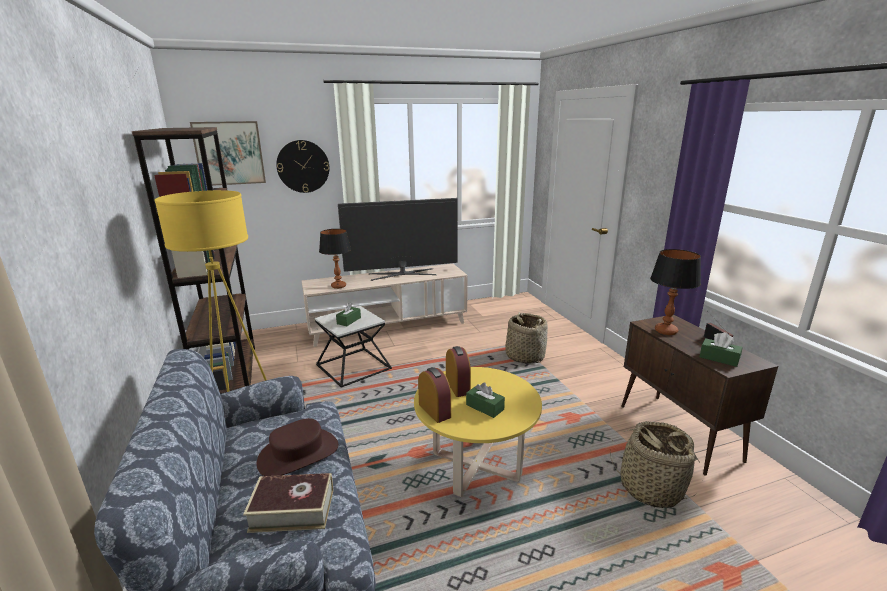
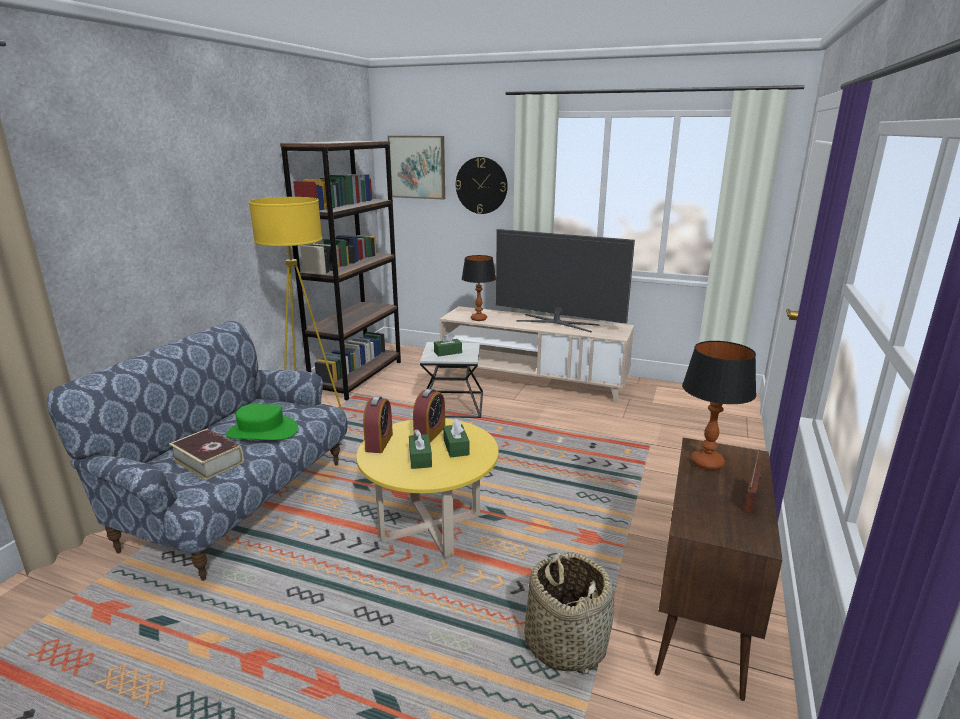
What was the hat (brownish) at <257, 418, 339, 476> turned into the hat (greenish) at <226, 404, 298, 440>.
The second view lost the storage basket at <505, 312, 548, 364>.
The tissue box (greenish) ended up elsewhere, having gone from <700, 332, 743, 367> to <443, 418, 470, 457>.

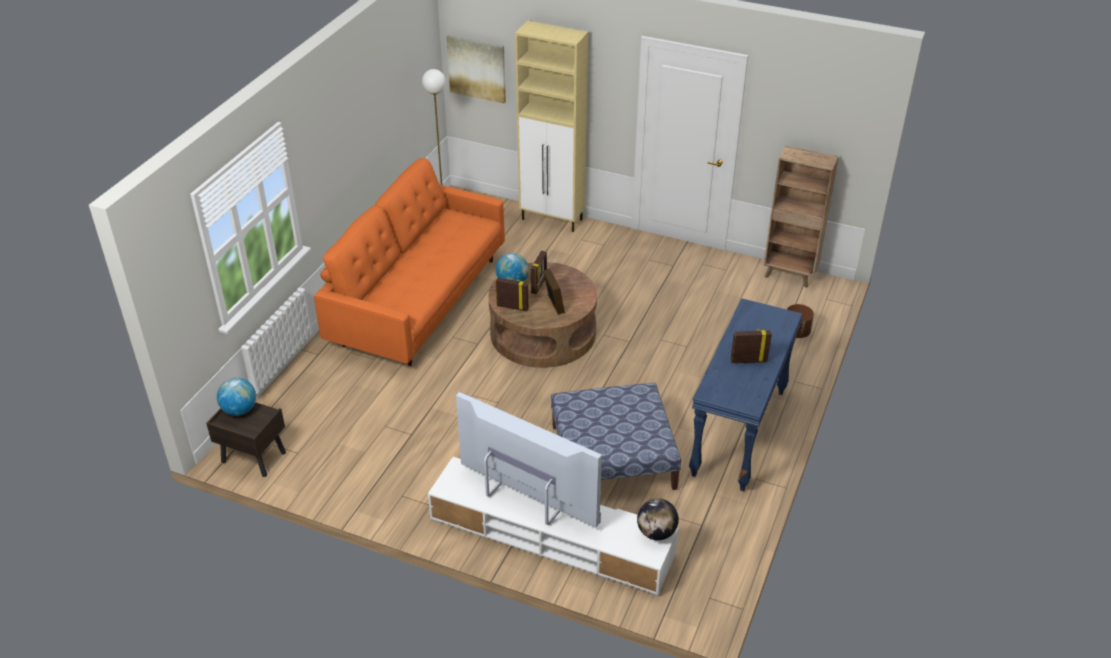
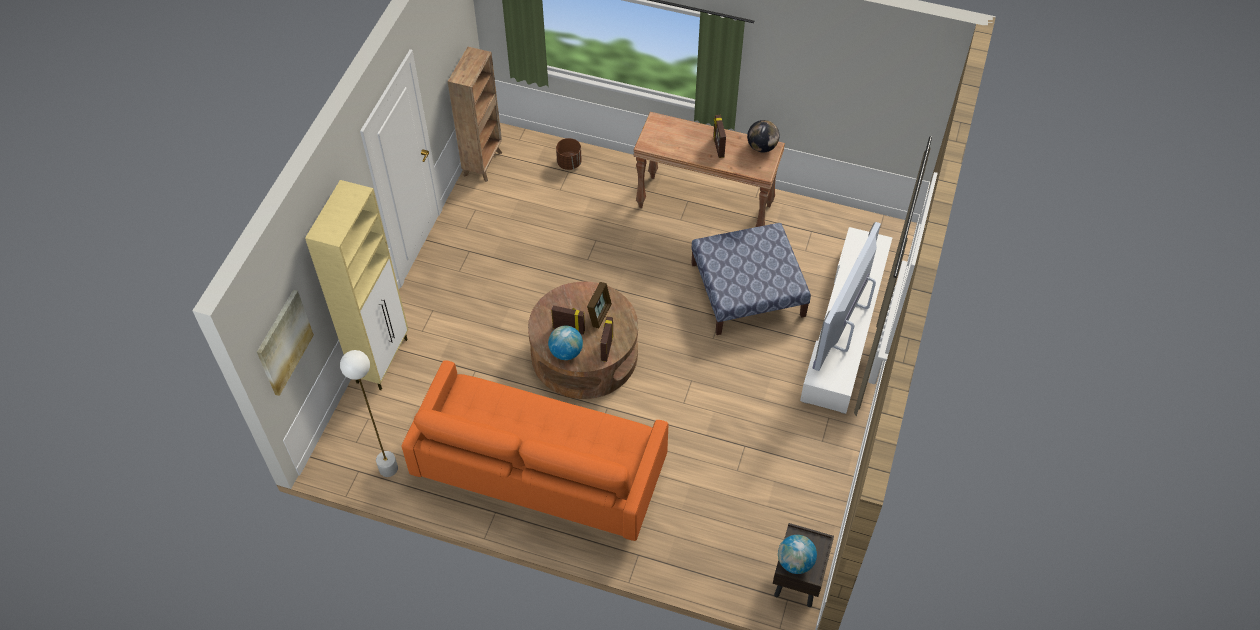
The photo frame at <543, 269, 565, 315> ended up facing another way, 135 degrees clockwise from before.
The desk globe ended up elsewhere, having gone from <637, 498, 679, 540> to <747, 120, 779, 152>.
What was the hall table (blue-coloured) at <689, 298, 803, 492> turned into the hall table (brownish) at <633, 112, 785, 227>.

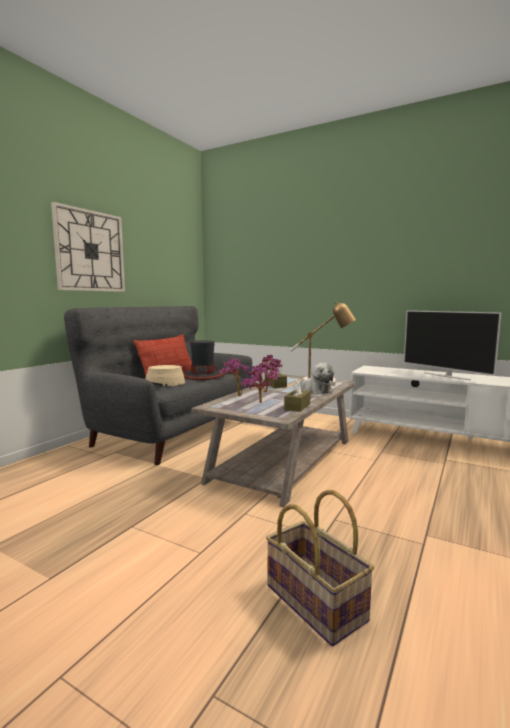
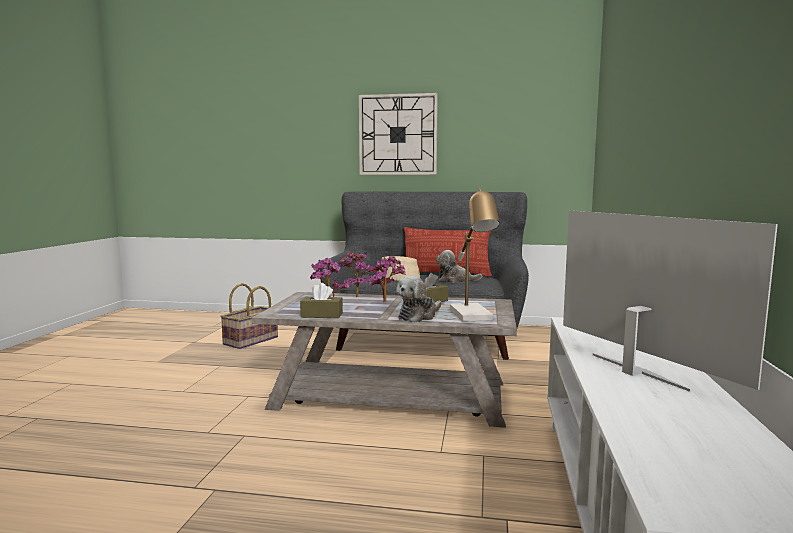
Where the hat stood at <183, 340, 226, 380>, the cuddly toy came to stand at <436, 250, 482, 282>.
The storage basket ended up elsewhere, having gone from <266, 490, 374, 646> to <220, 283, 278, 349>.
The television at <404, 310, 501, 380> ended up facing another way, 120 degrees clockwise from before.

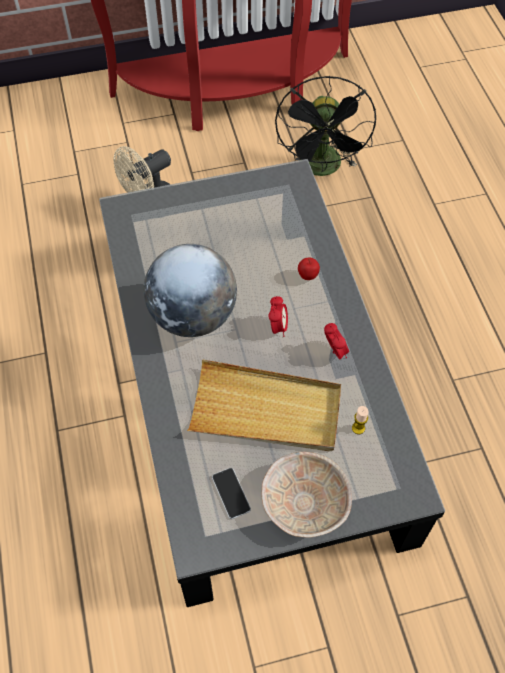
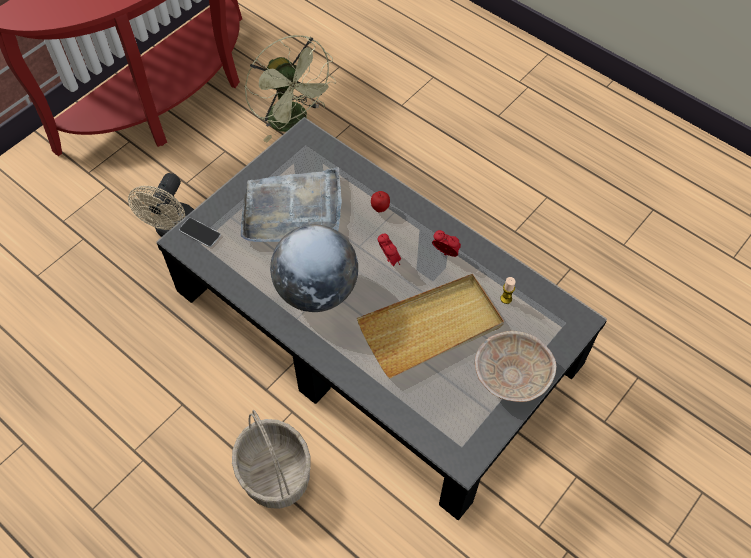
The telephone ended up elsewhere, having gone from <212, 468, 251, 519> to <179, 218, 221, 247>.
What was the electric fan (blackish) at <275, 76, 376, 176> turned into the electric fan (greenish) at <245, 35, 336, 142>.
The second view gained the storage basket at <232, 410, 311, 509>.
The second view gained the carrying tray (greyish) at <241, 167, 342, 242>.

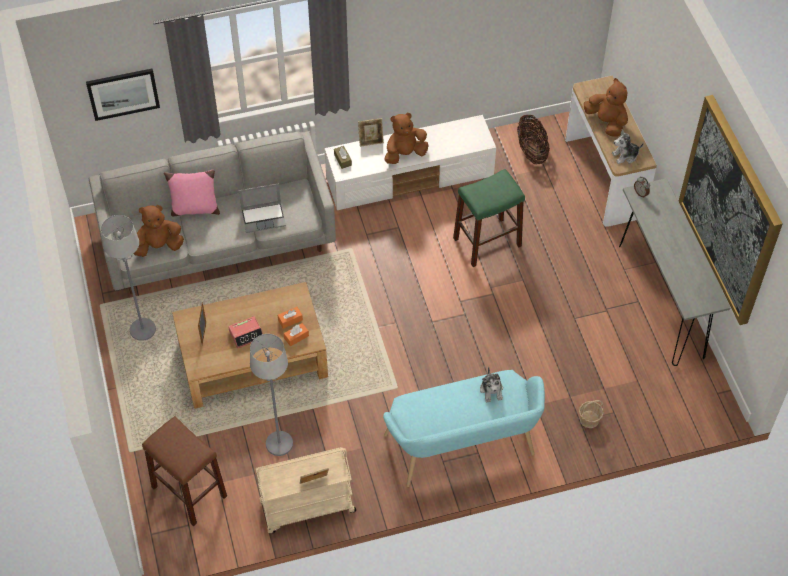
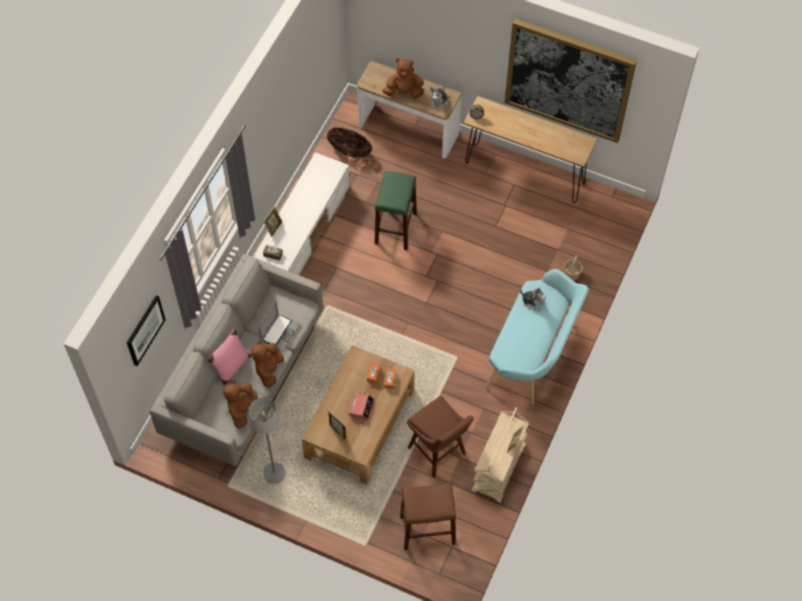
Where the standing lamp (greyish) stood at <250, 334, 293, 456>, the sitting stool (brownish) came to stand at <407, 396, 474, 478>.
The cuddly toy (brownish) ended up elsewhere, having gone from <384, 113, 428, 164> to <251, 341, 284, 388>.
What was the hall table (greyish) at <619, 178, 730, 366> turned into the hall table (brownish) at <463, 96, 597, 203>.

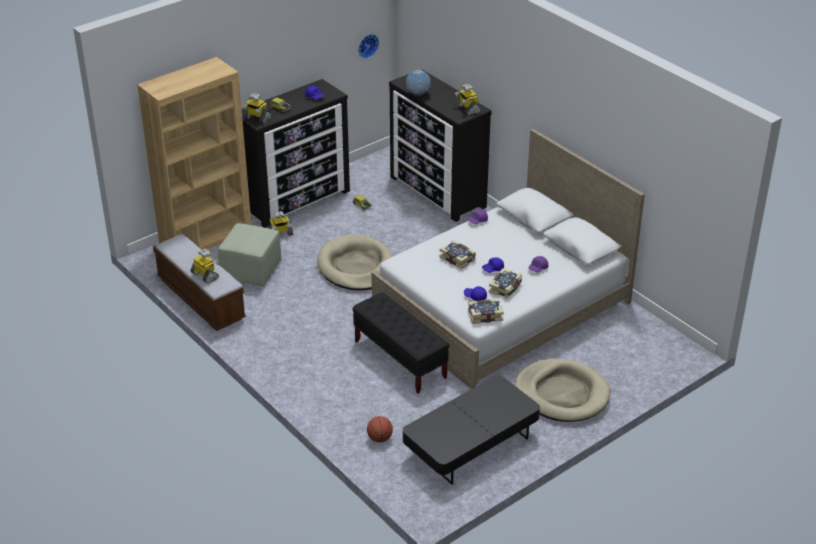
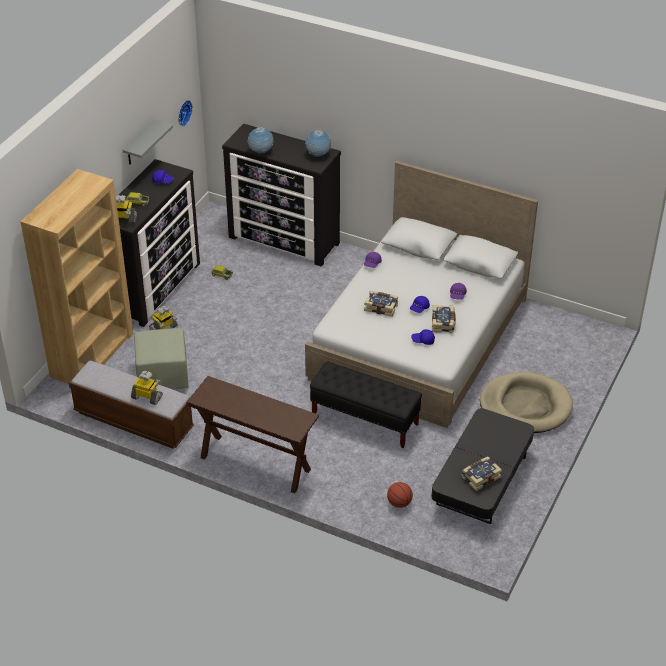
The second view lost the dog cushion (beige) at <317, 234, 393, 291>.
Where the model robot stood at <455, 84, 481, 116>, the desk globe came to stand at <305, 130, 331, 157>.
The volume ended up elsewhere, having gone from <468, 299, 504, 324> to <461, 457, 502, 491>.
The second view gained the wall shelf (greyish) at <123, 120, 173, 165>.
The second view gained the hall table (brownish) at <186, 376, 319, 494>.

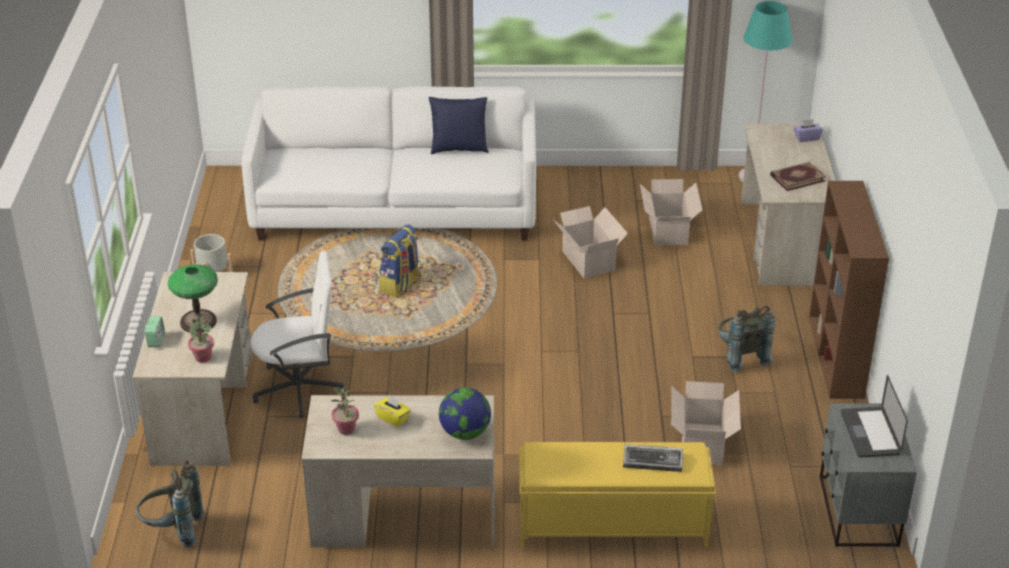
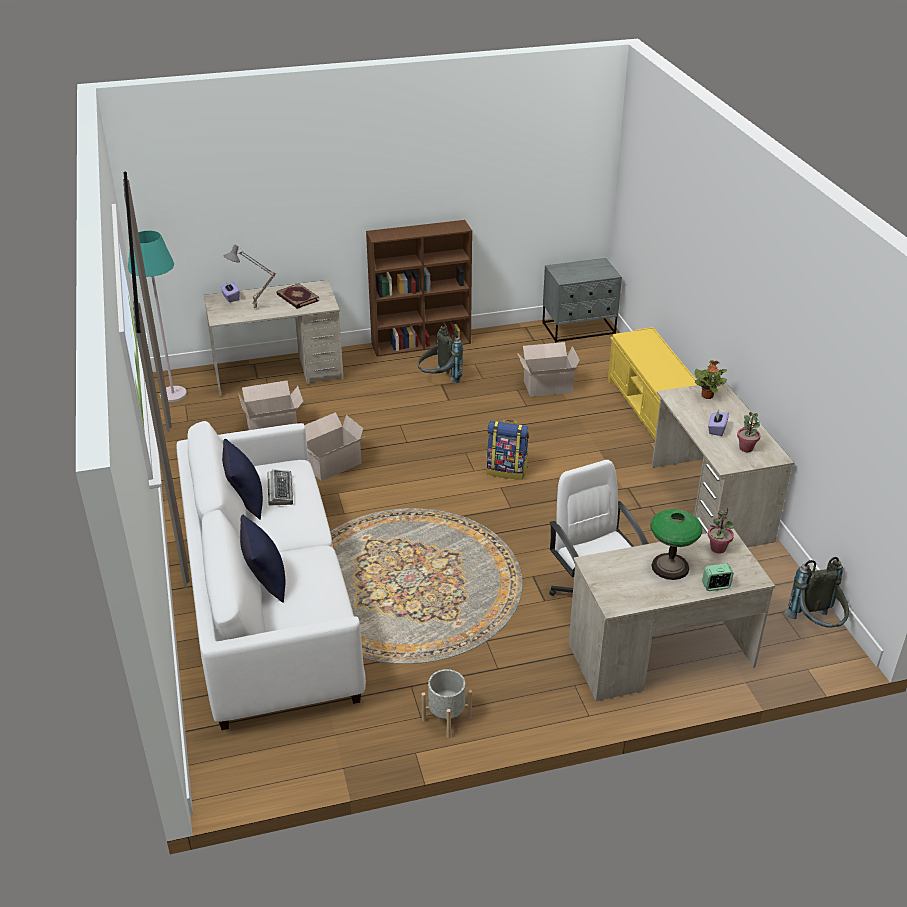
What was the tissue box (yellow) at <374, 395, 411, 427> turned into the tissue box (purplish) at <708, 409, 729, 436>.
The backpack ended up elsewhere, having gone from <379, 224, 421, 298> to <486, 420, 529, 480>.
Where the desk globe stood at <439, 387, 491, 440>, the houseplant came to stand at <695, 360, 727, 399>.
The keyboard ended up elsewhere, having gone from <623, 444, 683, 472> to <267, 469, 293, 505>.
The second view lost the portable computer at <841, 375, 908, 458>.
The second view gained the lamp for a table (greyish) at <224, 244, 276, 309>.
The second view gained the cushion (blue-coloured) at <240, 515, 286, 603>.

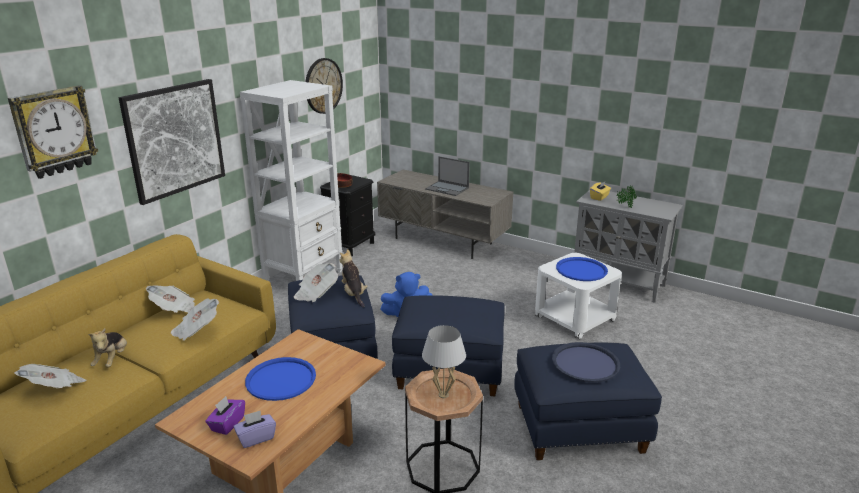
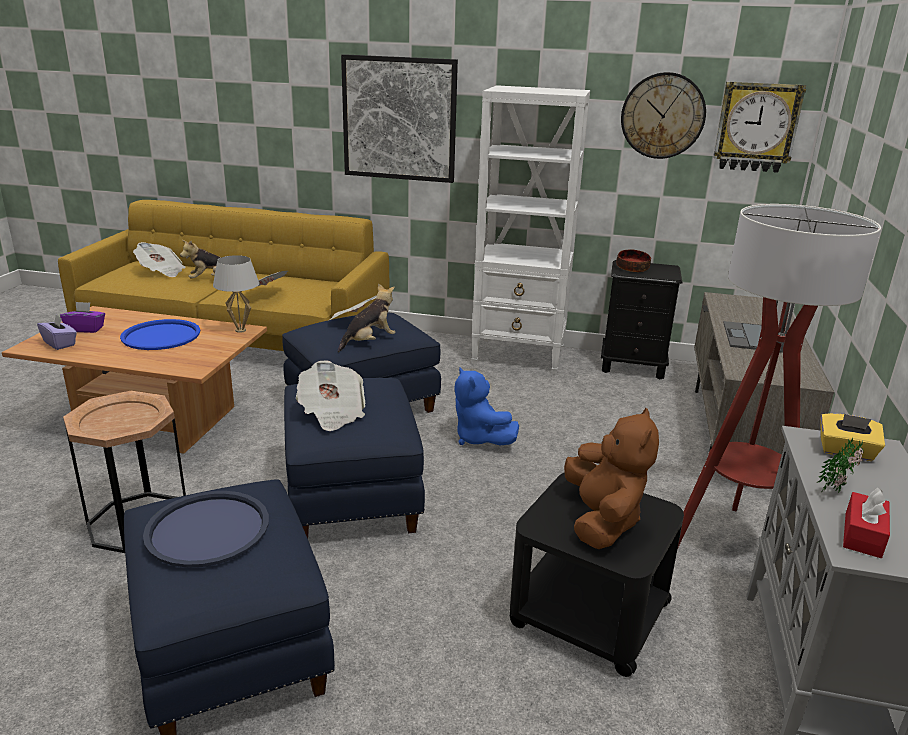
The hanging clock ended up elsewhere, having gone from <8, 85, 98, 179> to <713, 81, 806, 173>.
The printed paper ended up elsewhere, having gone from <146, 286, 195, 313> to <296, 360, 365, 431>.
The lamp for a table (whitish) ended up elsewhere, having gone from <422, 325, 466, 398> to <213, 255, 259, 333>.
What was the accent table (whitish) at <535, 253, 622, 339> turned into the accent table (blackish) at <510, 472, 684, 677>.
Where the carrying tray (blue-coloured) stood at <556, 257, 608, 281>, the cuddly toy (brownish) came to stand at <564, 408, 659, 549>.
The second view gained the standing lamp at <678, 204, 881, 547>.
The second view gained the tissue box (reddish) at <843, 488, 890, 558>.

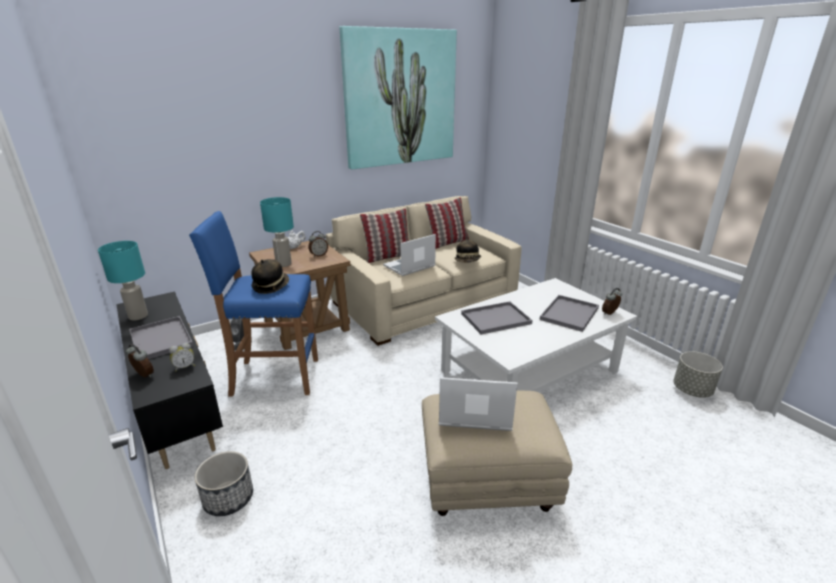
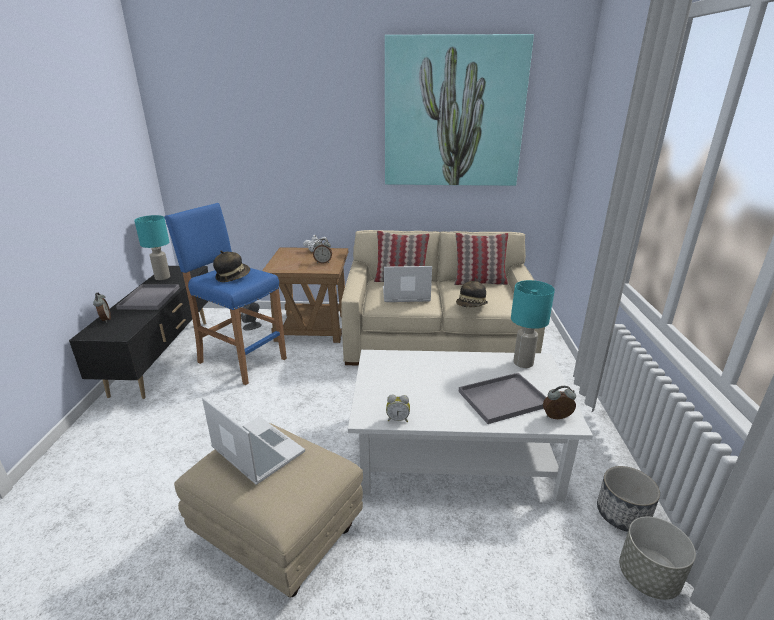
The bedside clock ended up elsewhere, having gone from <169, 343, 195, 371> to <386, 394, 410, 422>.
The plant pot ended up elsewhere, having gone from <195, 451, 253, 516> to <597, 466, 660, 532>.
The lamp for a table (blue-green) ended up elsewhere, having gone from <260, 197, 294, 267> to <511, 280, 555, 368>.
The second view lost the carrying tray (greyish) at <461, 301, 533, 334>.

